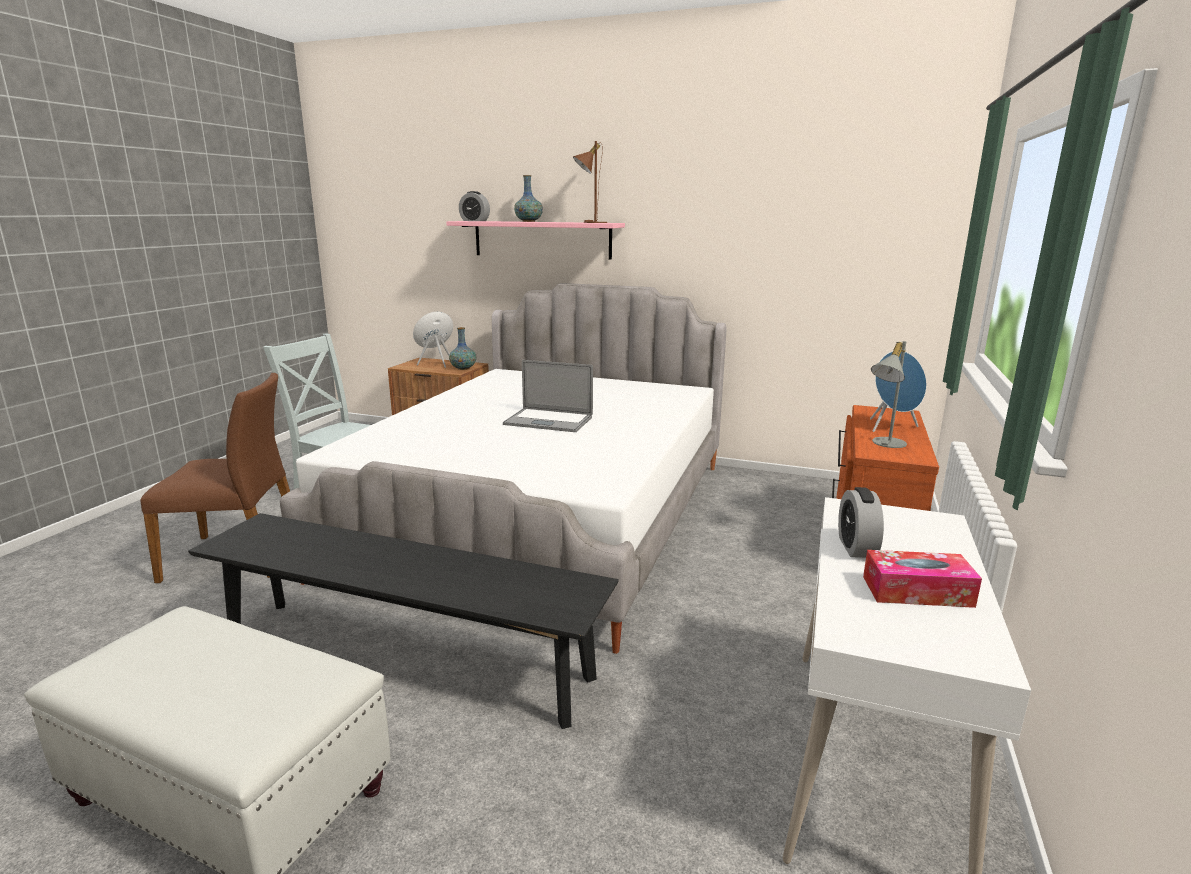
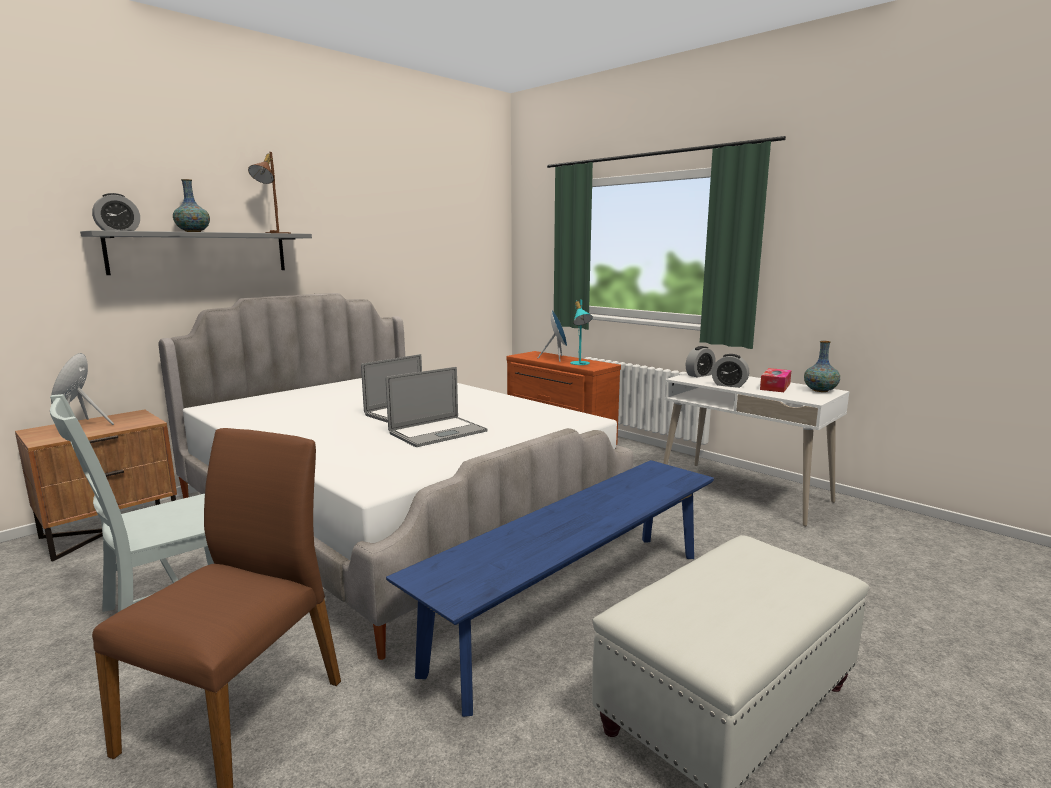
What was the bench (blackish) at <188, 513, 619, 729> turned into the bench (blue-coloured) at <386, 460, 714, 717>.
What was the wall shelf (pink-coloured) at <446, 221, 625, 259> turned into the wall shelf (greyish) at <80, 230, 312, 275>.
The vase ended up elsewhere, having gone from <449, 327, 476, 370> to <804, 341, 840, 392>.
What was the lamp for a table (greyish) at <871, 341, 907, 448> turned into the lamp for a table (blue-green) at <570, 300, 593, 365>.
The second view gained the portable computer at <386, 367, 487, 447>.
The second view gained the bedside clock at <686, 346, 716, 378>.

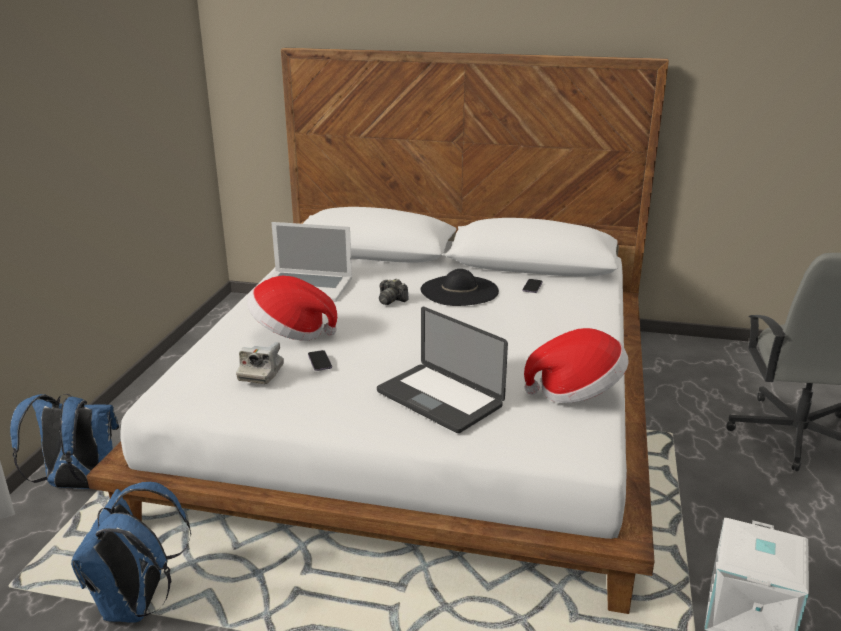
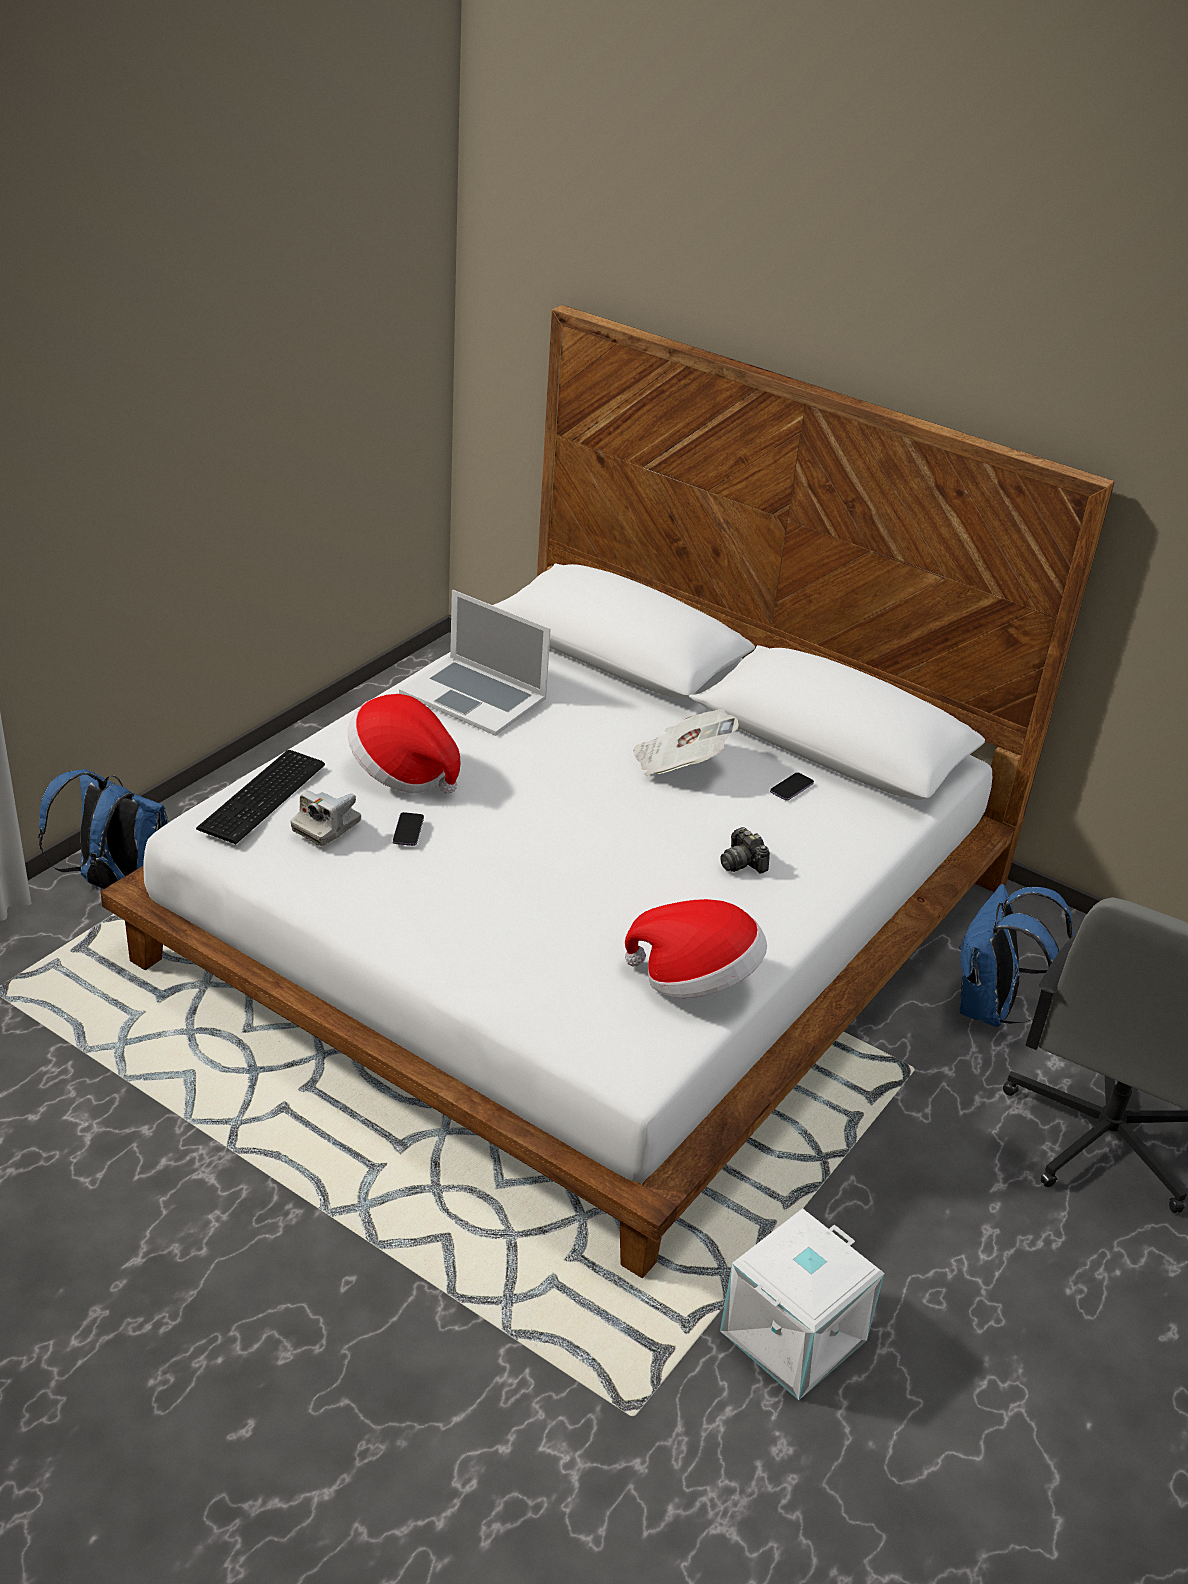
The backpack (blue-coloured) ended up elsewhere, having gone from <71, 482, 191, 623> to <959, 884, 1073, 1027>.
The second view lost the portable computer at <377, 307, 508, 433>.
The still camera ended up elsewhere, having gone from <379, 279, 409, 305> to <720, 827, 770, 873>.
Where the hat (blackish) stood at <420, 269, 499, 306>, the printed paper came to stand at <633, 709, 739, 776>.
The second view gained the keyboard at <196, 750, 325, 844>.

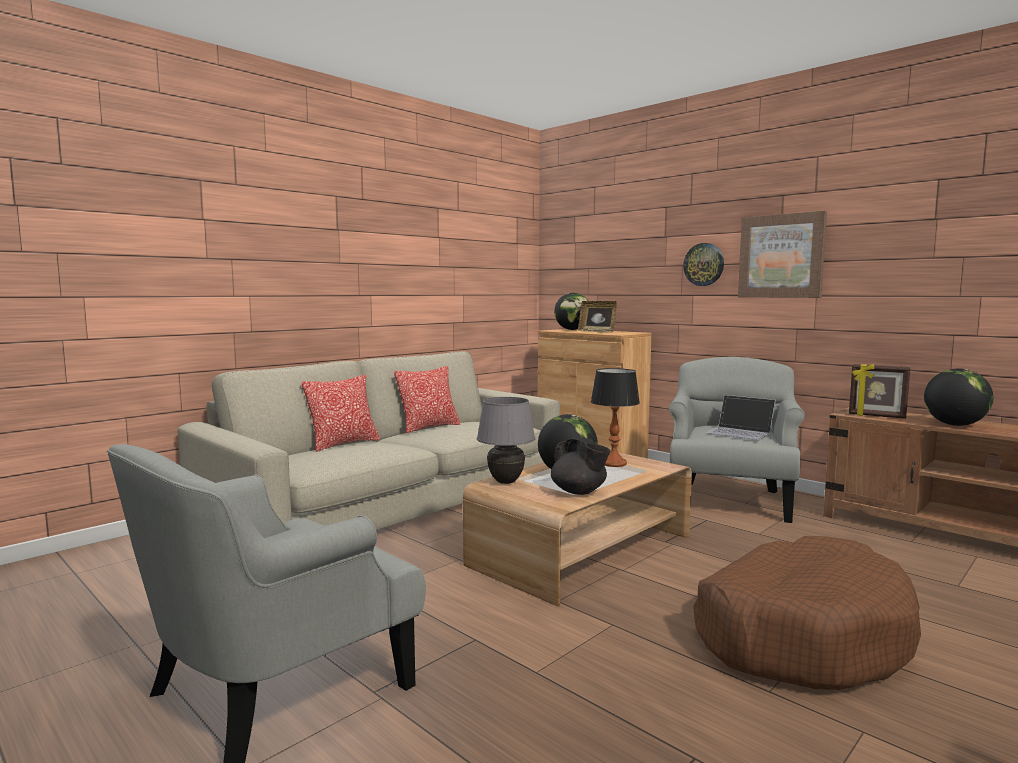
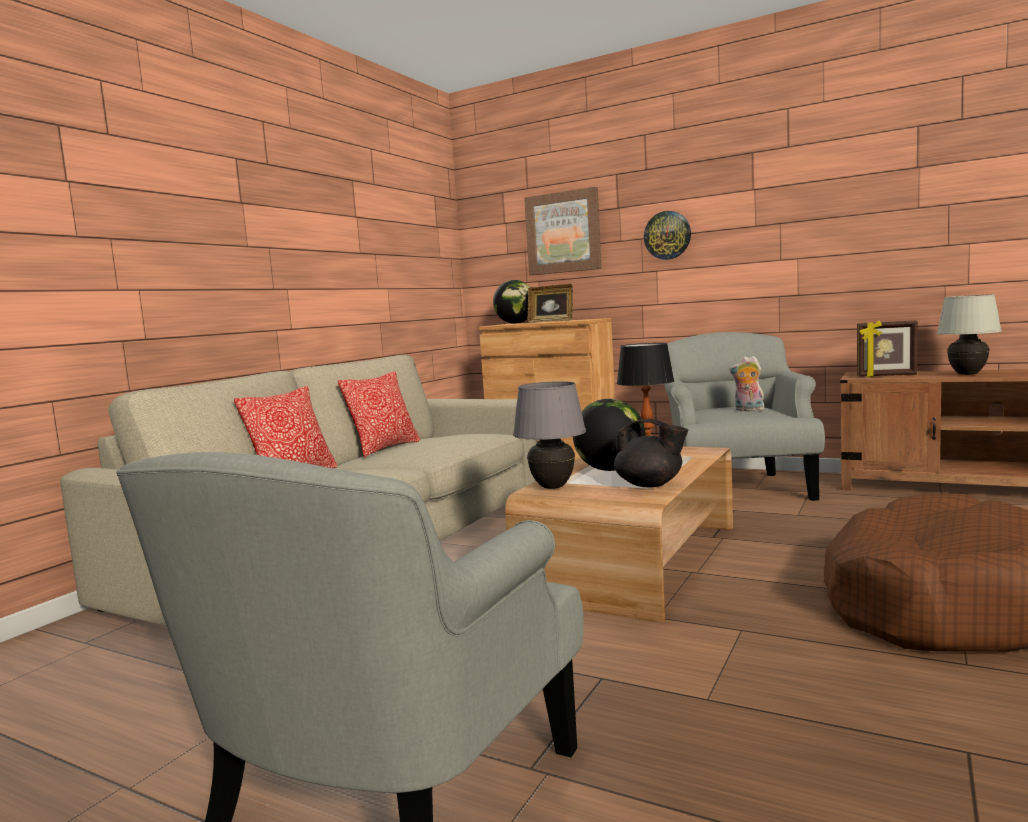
Where the portable computer stood at <707, 395, 776, 440>, the cuddly toy came to stand at <730, 356, 765, 411>.
The picture ended up elsewhere, having gone from <738, 211, 827, 298> to <524, 187, 602, 275>.
Where the desk globe stood at <924, 369, 993, 426>, the lamp for a table (whitish) came to stand at <937, 294, 1002, 375>.

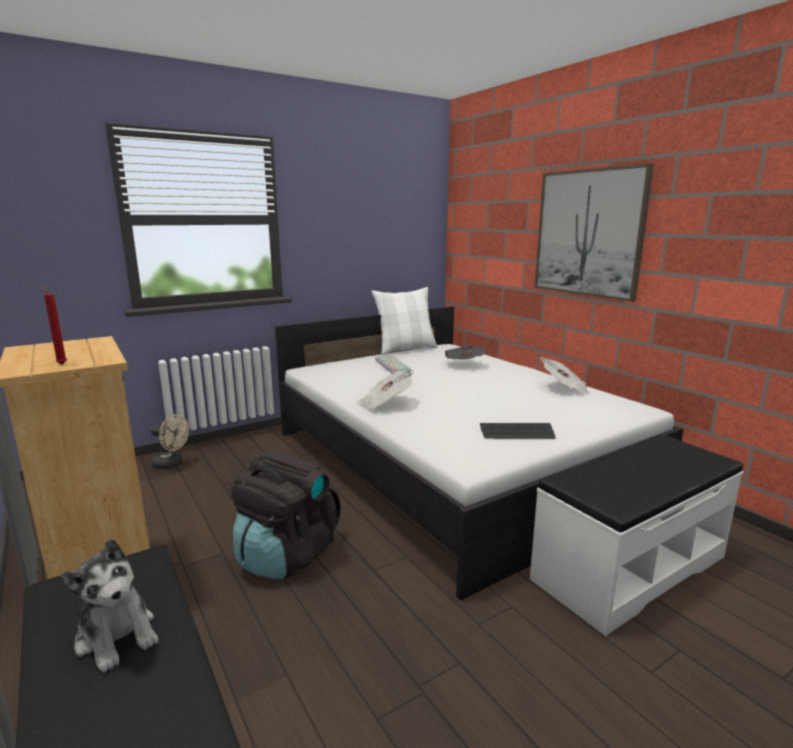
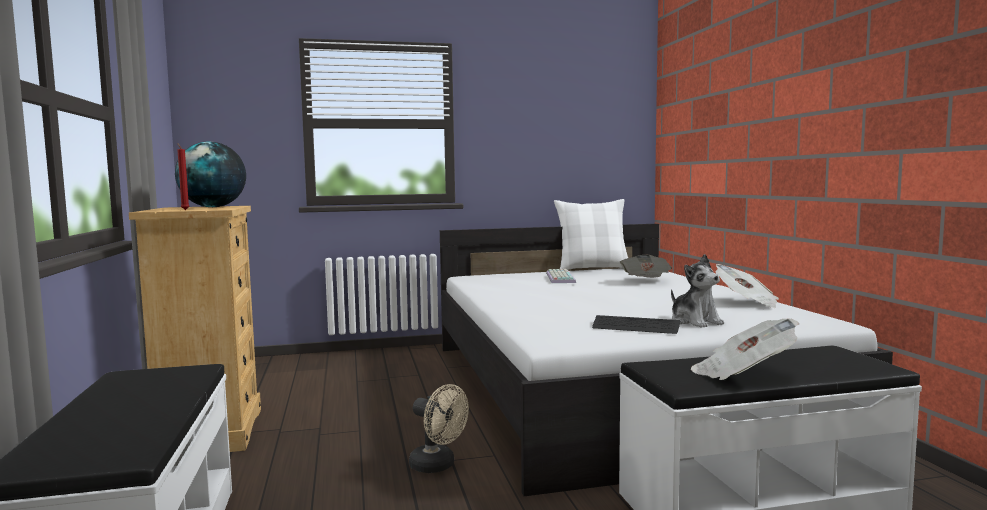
The cuddly toy ended up elsewhere, having gone from <60, 539, 159, 673> to <671, 254, 724, 328>.
The electric fan (beige) ended up elsewhere, having gone from <151, 414, 189, 469> to <409, 384, 469, 473>.
The second view lost the backpack (blackish) at <231, 450, 340, 579>.
The printed paper ended up elsewhere, having gone from <356, 370, 414, 409> to <691, 318, 799, 380>.
The second view lost the picture at <534, 164, 654, 302>.
The second view gained the desk globe at <175, 142, 246, 207>.

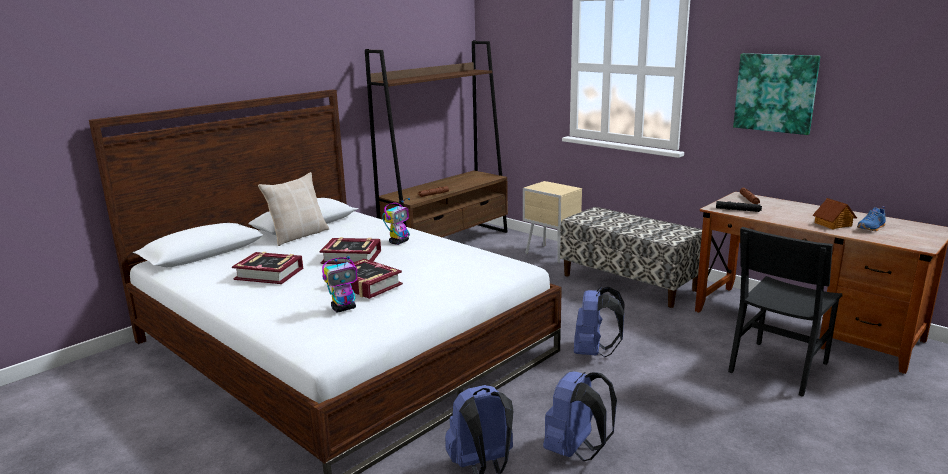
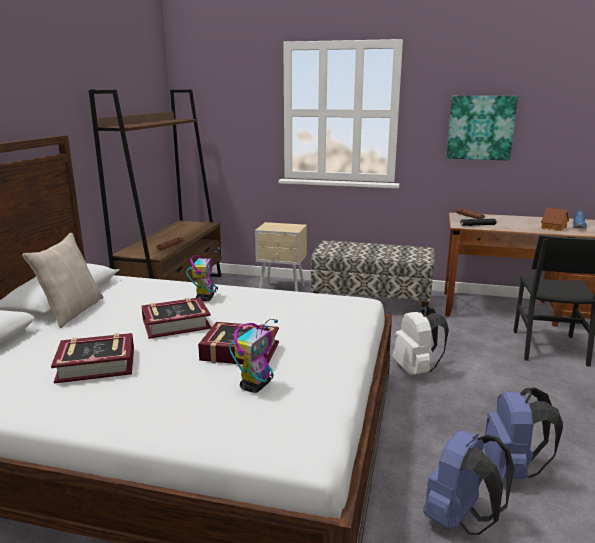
What was the backpack (blue-coloured) at <574, 287, 625, 357> turned into the backpack (whitish) at <393, 306, 449, 375>.

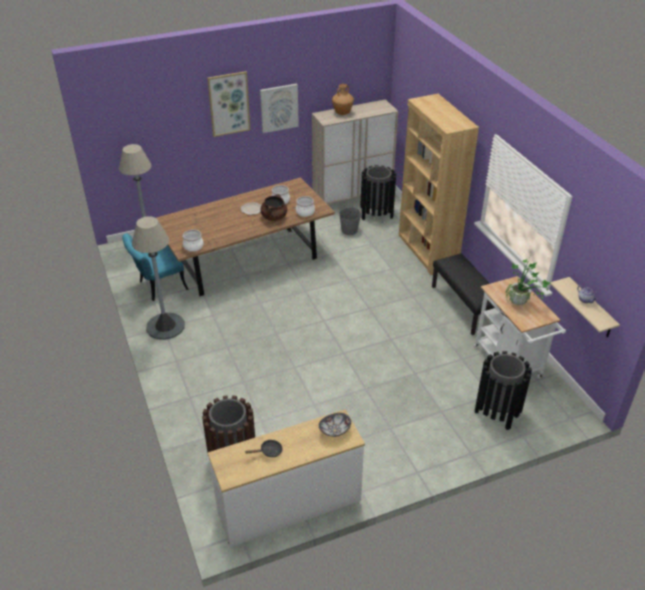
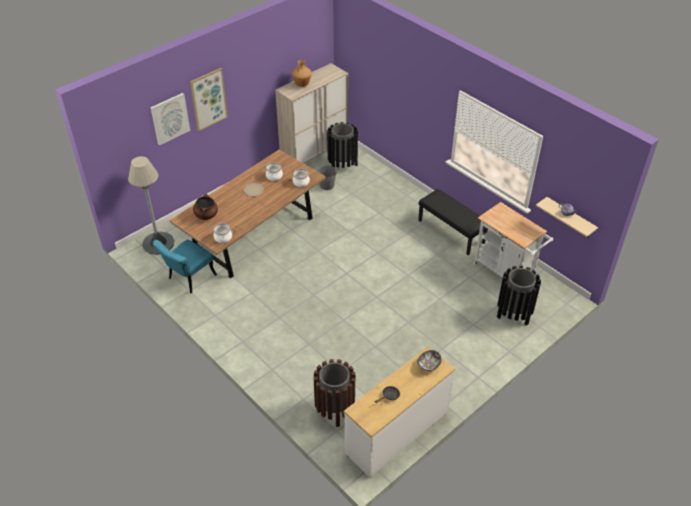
The second view lost the standing lamp (greyish) at <132, 216, 185, 340>.
The picture ended up elsewhere, having gone from <260, 84, 299, 133> to <151, 93, 190, 145>.
The stockpot (brownish) ended up elsewhere, having gone from <260, 194, 287, 221> to <193, 194, 218, 220>.
The second view lost the bookcase (brownish) at <399, 94, 479, 275>.
The second view lost the houseplant at <505, 258, 550, 305>.

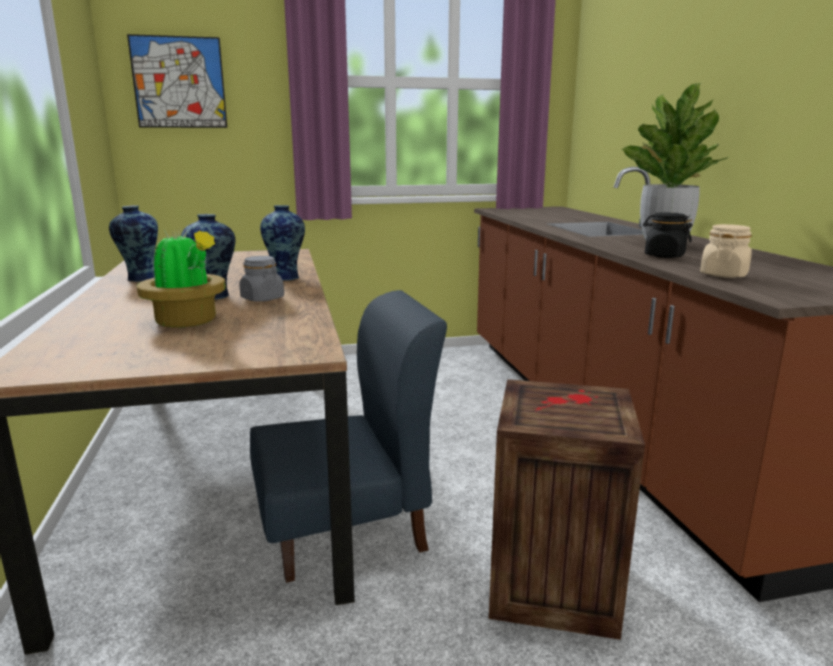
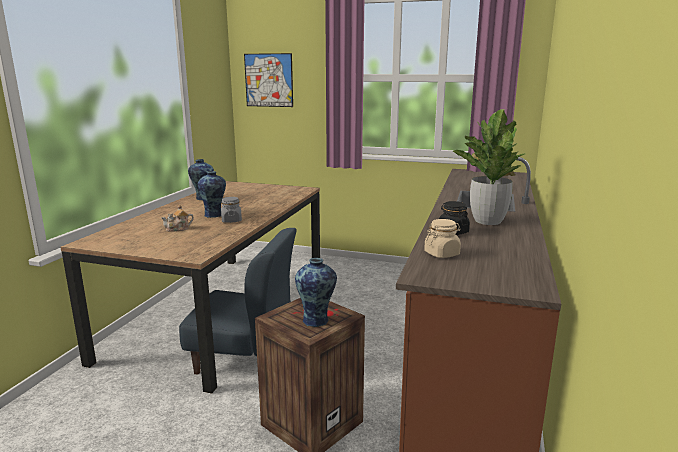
Where the houseplant stood at <137, 230, 226, 328>, the tea pot came to stand at <161, 205, 194, 232>.
The vase ended up elsewhere, having gone from <260, 205, 305, 281> to <295, 258, 337, 328>.

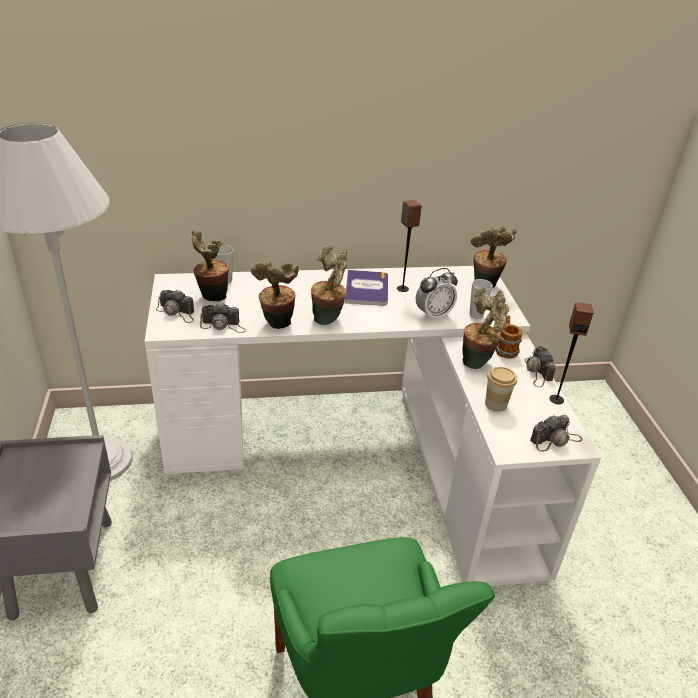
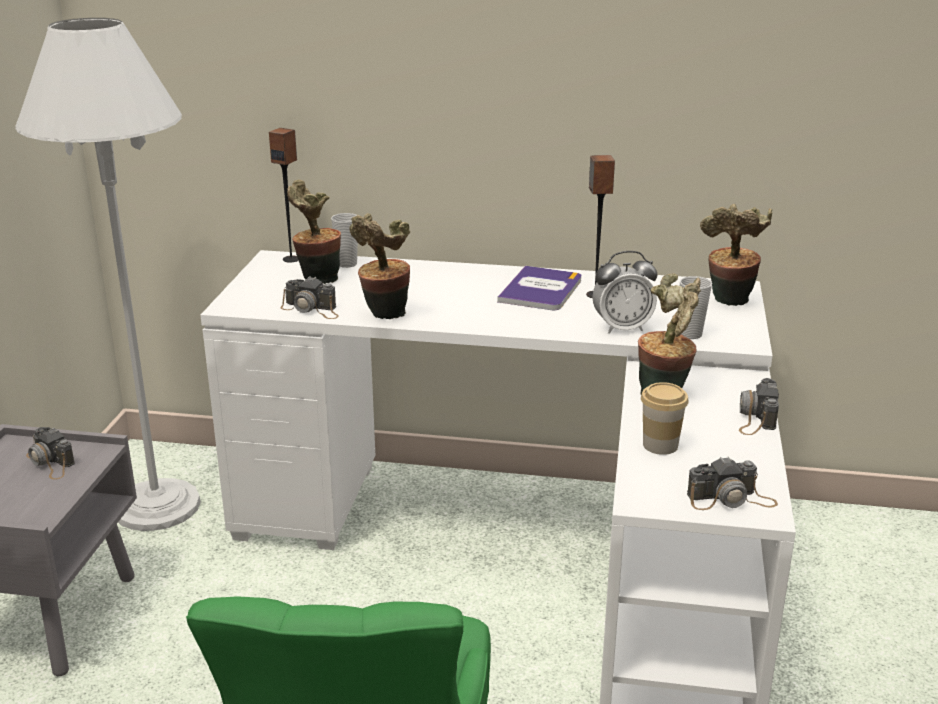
The still camera ended up elsewhere, having gone from <156, 290, 194, 323> to <26, 427, 75, 480>.
The second view lost the houseplant at <311, 246, 347, 325>.
The second view lost the tea mug at <496, 316, 523, 359>.
The loudspeaker ended up elsewhere, having gone from <549, 302, 593, 404> to <269, 128, 299, 262>.

